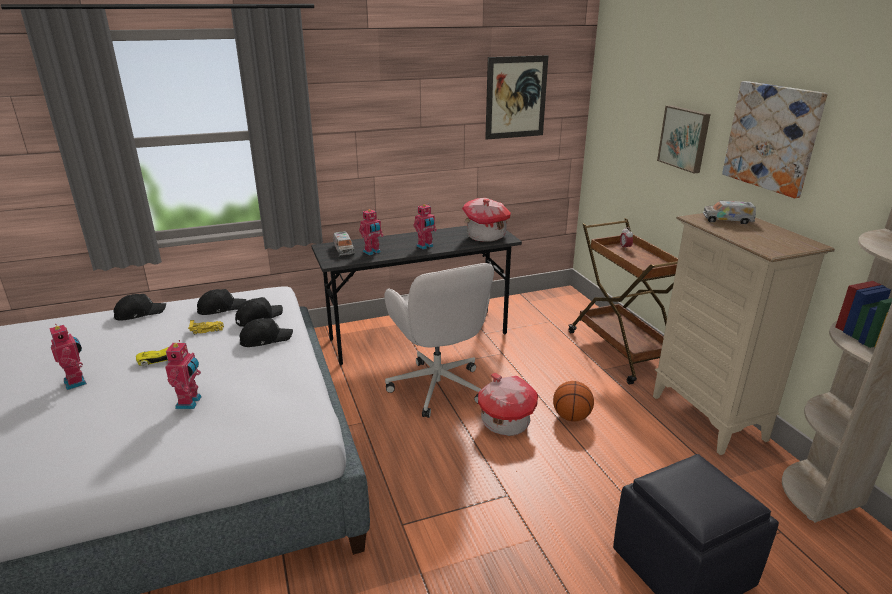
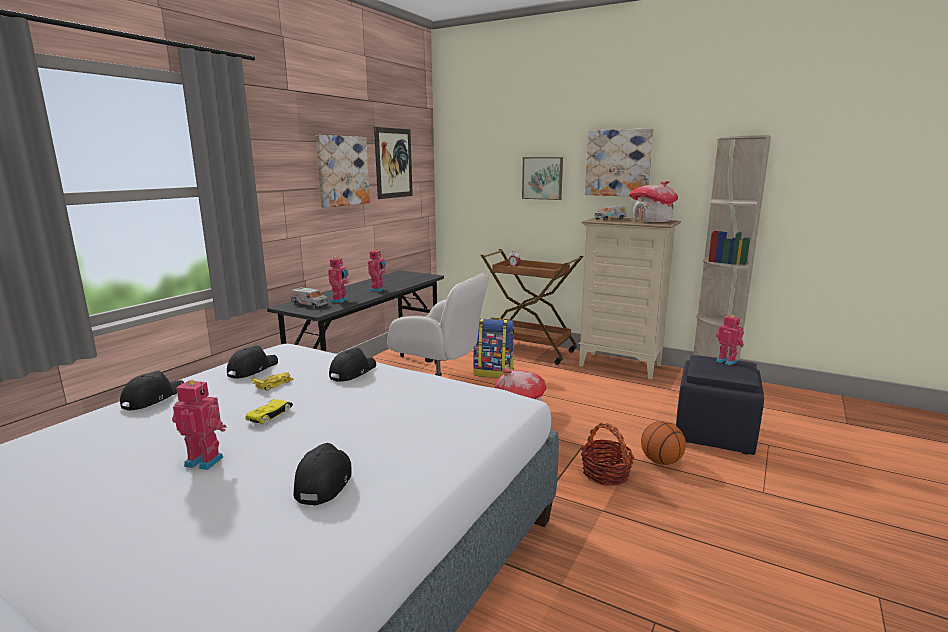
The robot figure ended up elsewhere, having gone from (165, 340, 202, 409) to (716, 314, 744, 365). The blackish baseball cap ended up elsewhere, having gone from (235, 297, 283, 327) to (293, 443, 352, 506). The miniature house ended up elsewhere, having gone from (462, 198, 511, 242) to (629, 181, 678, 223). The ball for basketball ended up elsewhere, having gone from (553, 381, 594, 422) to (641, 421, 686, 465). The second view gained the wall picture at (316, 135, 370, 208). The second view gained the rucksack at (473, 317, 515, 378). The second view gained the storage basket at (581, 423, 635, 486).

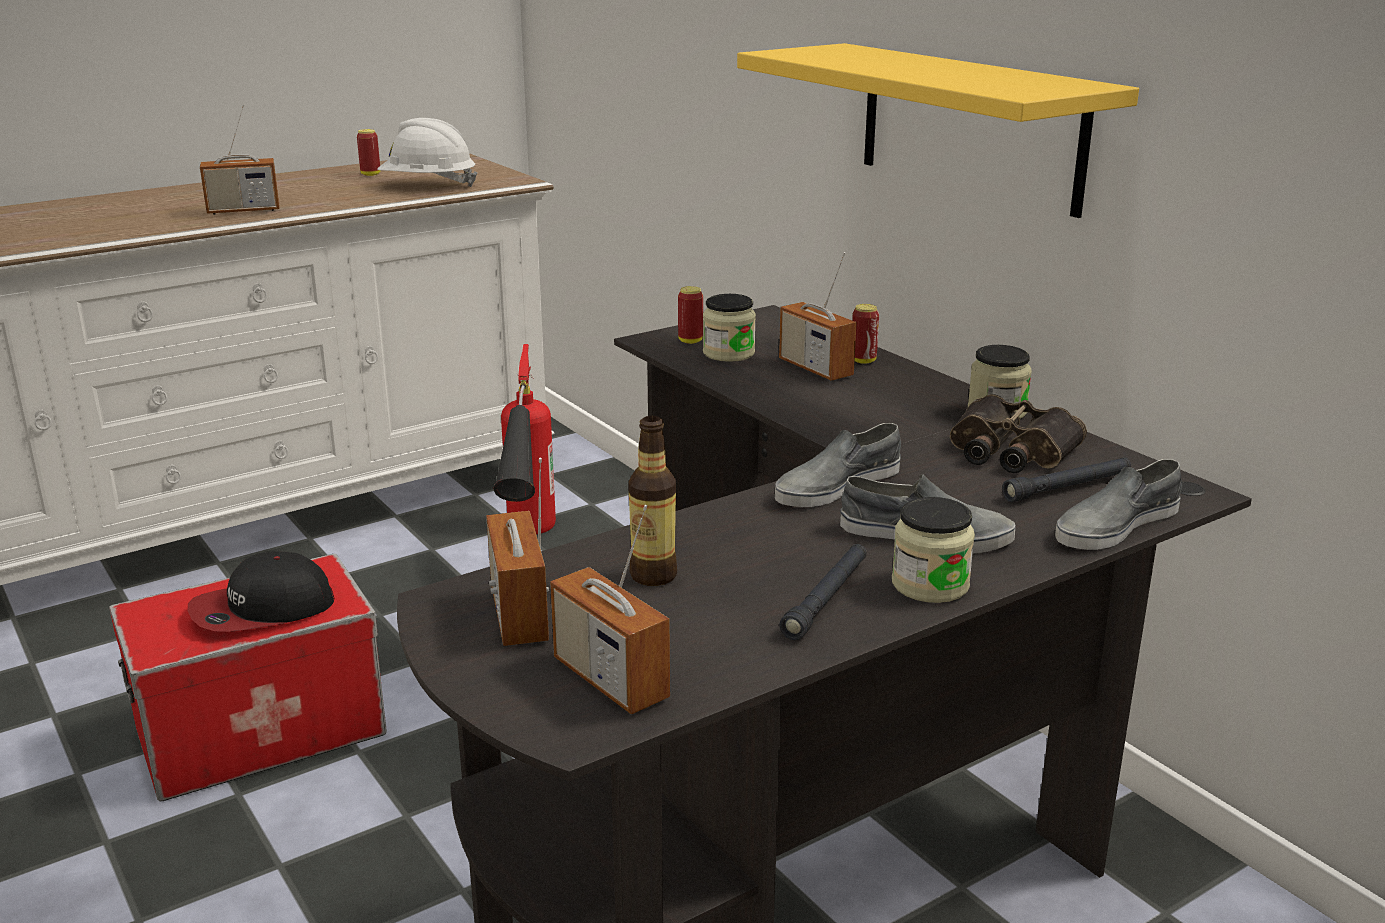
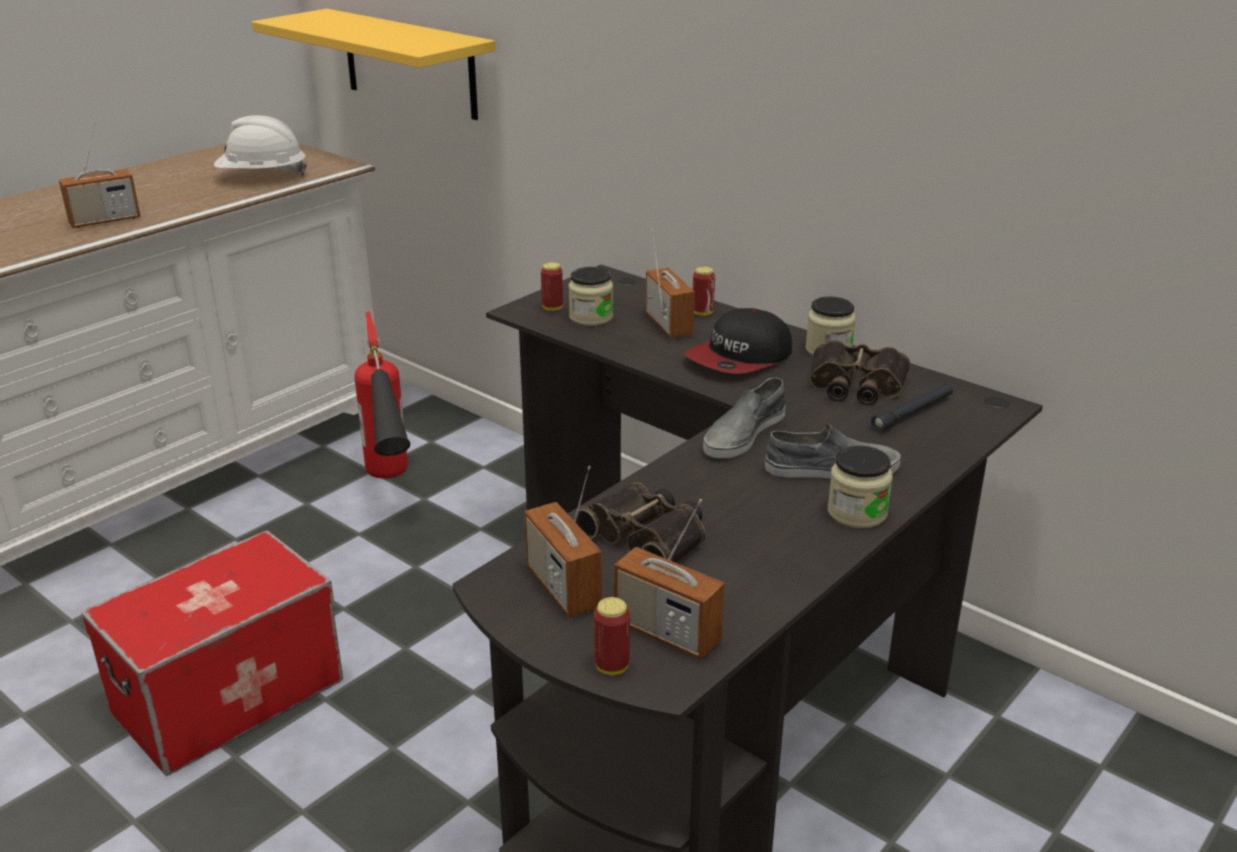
The baseball cap ended up elsewhere, having gone from (188, 551, 335, 632) to (684, 308, 792, 374). The can ended up elsewhere, having gone from (357, 129, 380, 176) to (594, 597, 630, 675). Where the drink bottle stood at (628, 416, 677, 586), the pair of binoculars came to stand at (574, 482, 706, 563). The yellow-coloured shelf ended up elsewhere, having gone from (737, 43, 1139, 218) to (252, 9, 495, 120). The radio receiver at (779, 252, 857, 381) ended up facing another way, 150 degrees counterclockwise from before. The second view lost the blackish torch at (779, 544, 867, 640). The second view lost the gray shoe at (1055, 459, 1182, 550).

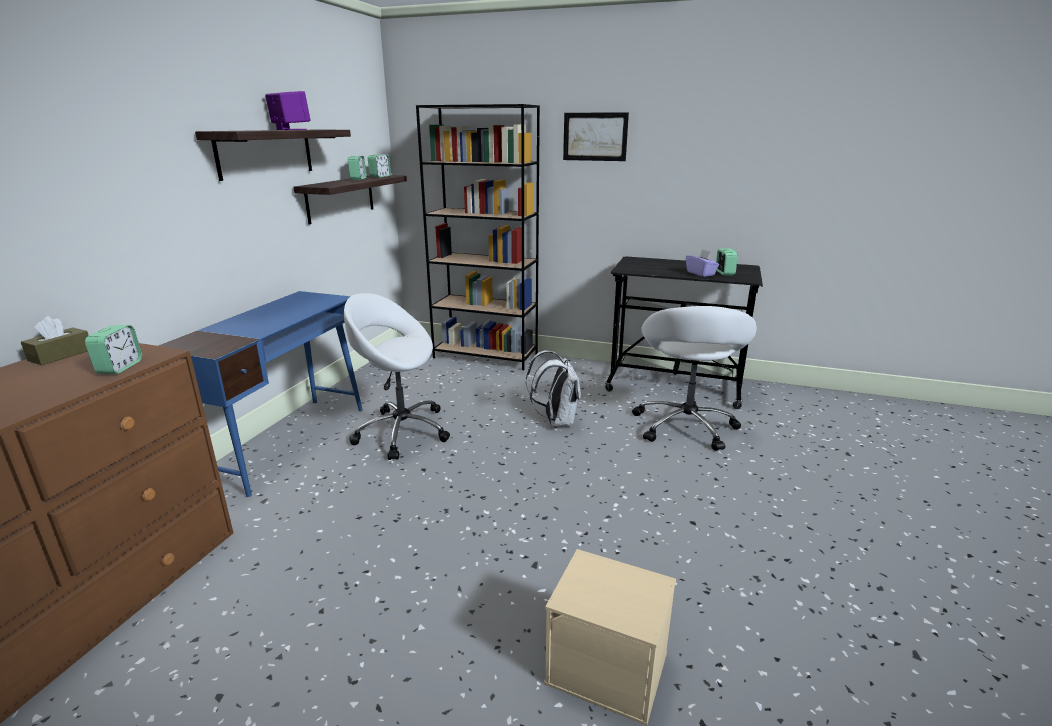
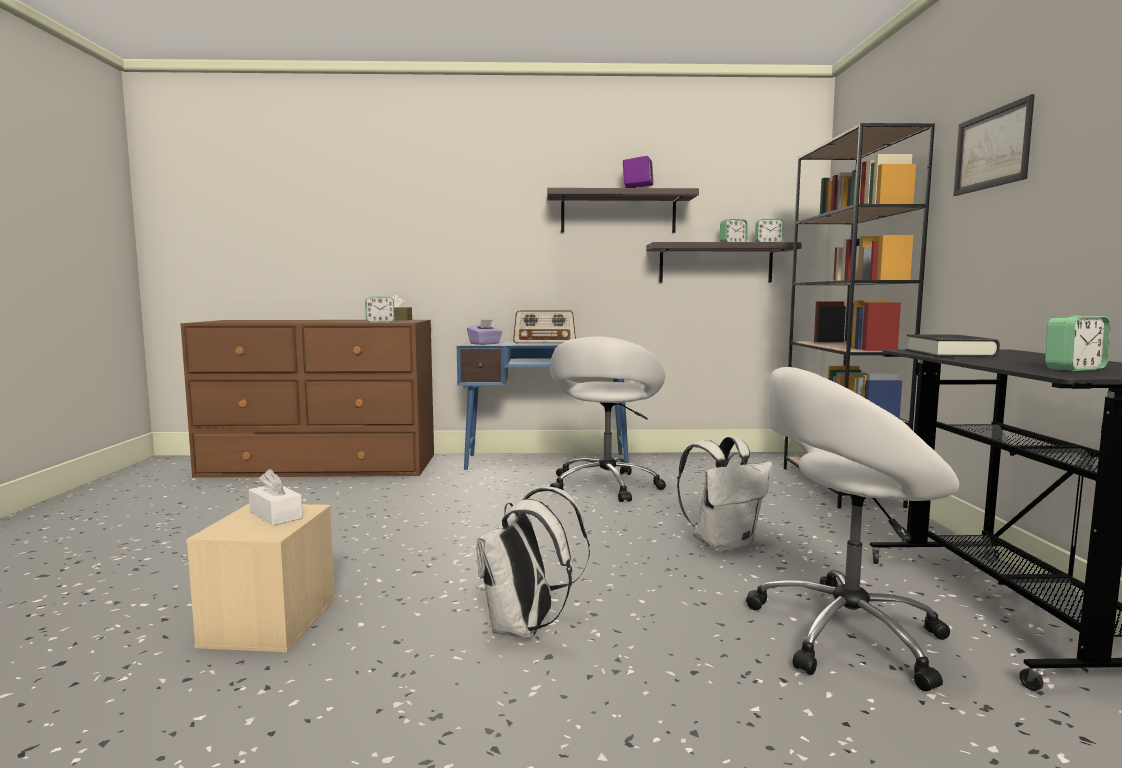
The whitish desk chair at (344, 293, 450, 460) ended up facing another way, 150 degrees counterclockwise from before. The purple tissue box ended up elsewhere, having gone from (686, 249, 719, 277) to (467, 320, 502, 345). The second view gained the whitish tissue box at (249, 469, 303, 526). The second view gained the whitish rucksack at (476, 487, 590, 638). The second view gained the radio receiver at (513, 310, 576, 343). The second view gained the blackish book at (906, 334, 1000, 357).

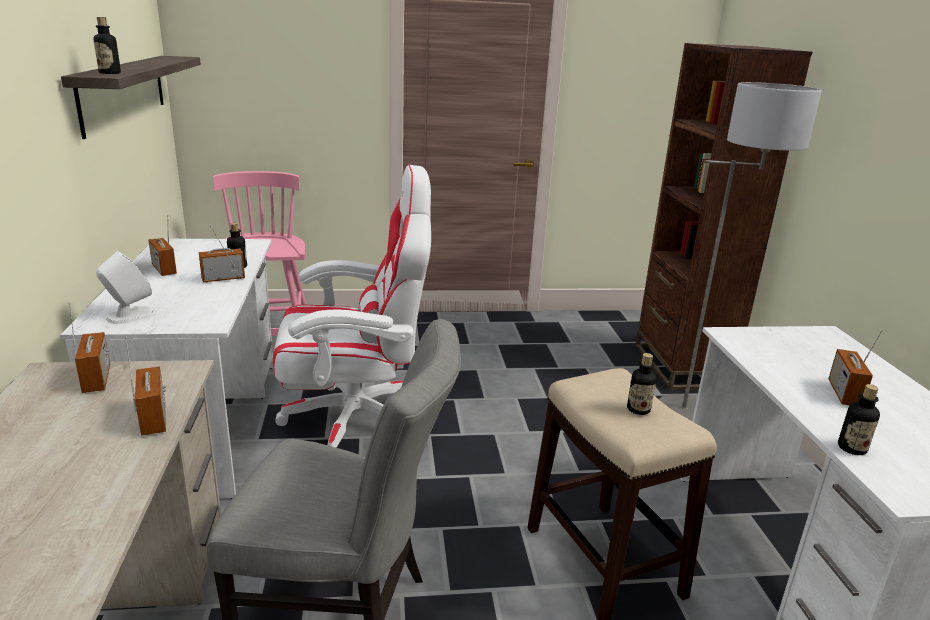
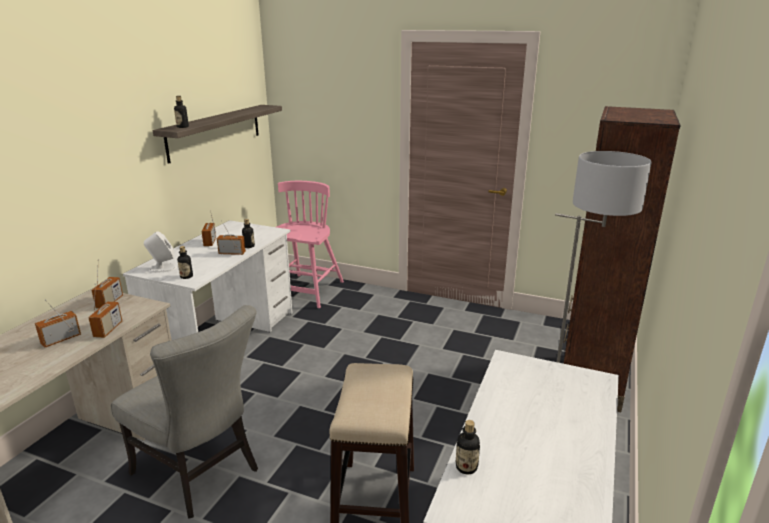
The second view lost the whitish desk chair at (273, 164, 431, 448). The drink bottle ended up elsewhere, having gone from (627, 353, 656, 415) to (177, 246, 193, 279). The radio receiver ended up elsewhere, having gone from (828, 330, 883, 405) to (35, 300, 81, 347).

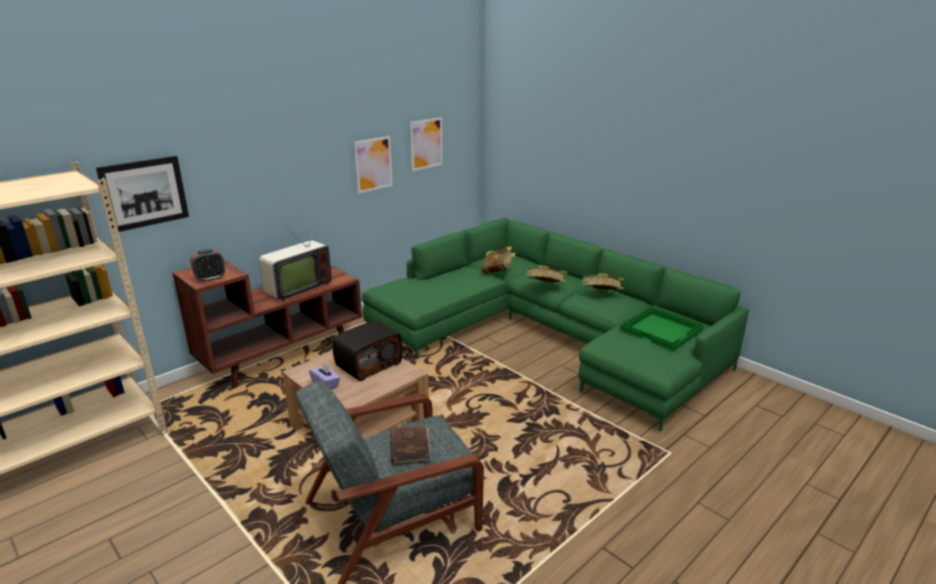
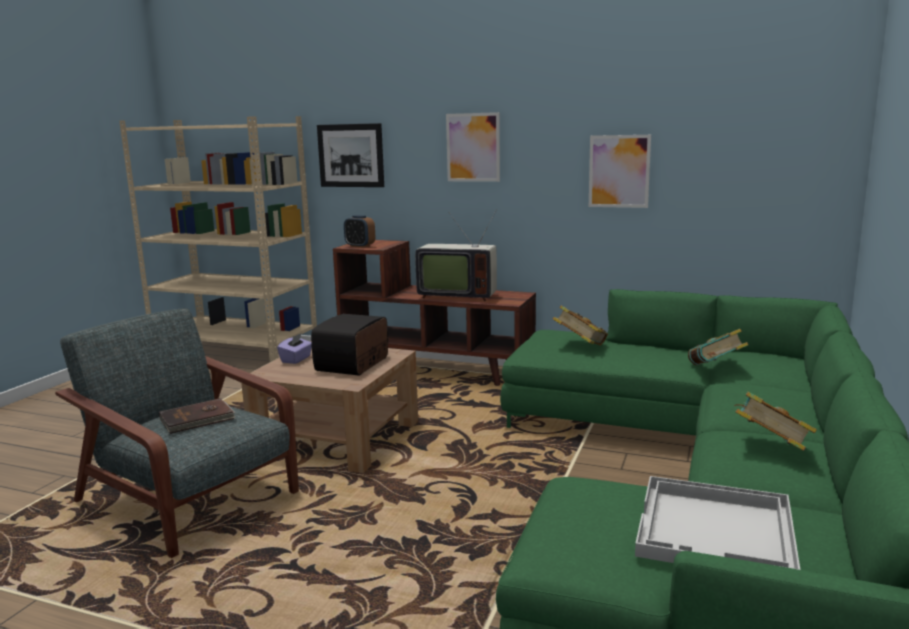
The radio receiver at (332, 321, 402, 381) ended up facing another way, 90 degrees clockwise from before. The wall picture ended up elsewhere, having gone from (410, 117, 443, 171) to (446, 112, 500, 182). The book ended up elsewhere, having gone from (526, 266, 567, 283) to (553, 306, 608, 346). What was the green-coloured tray at (620, 307, 704, 351) turned into the whitish tray at (635, 476, 800, 570).

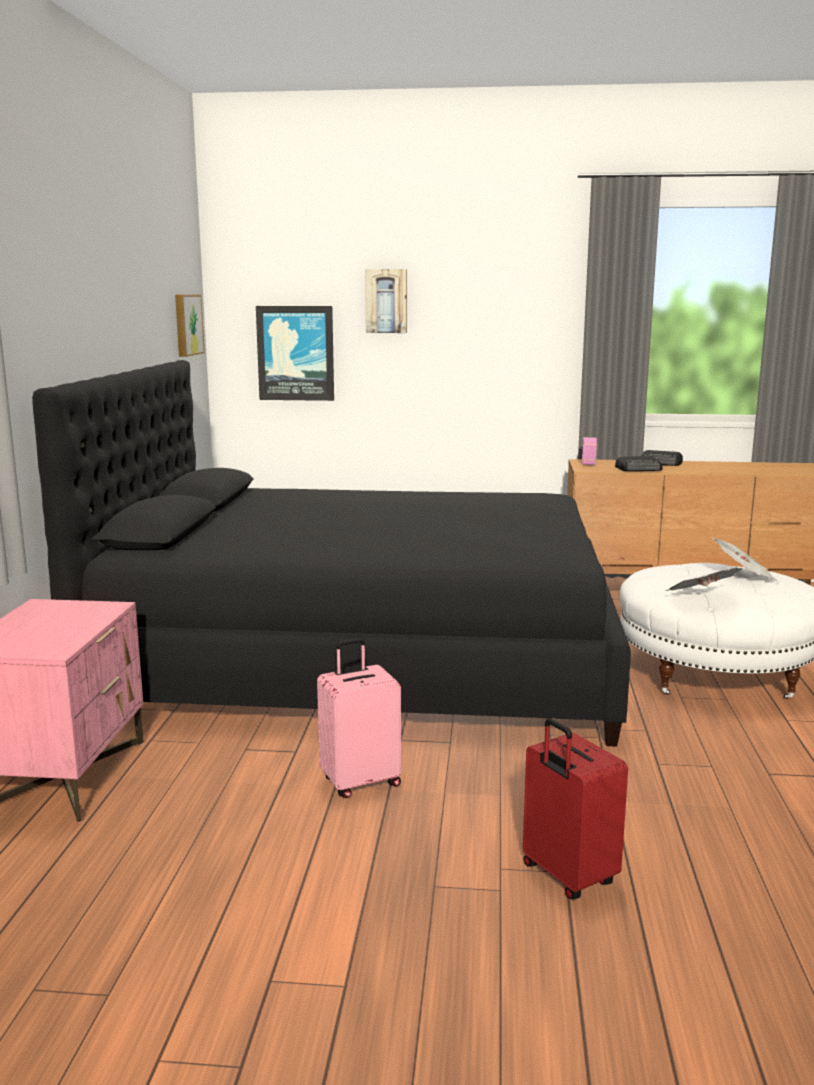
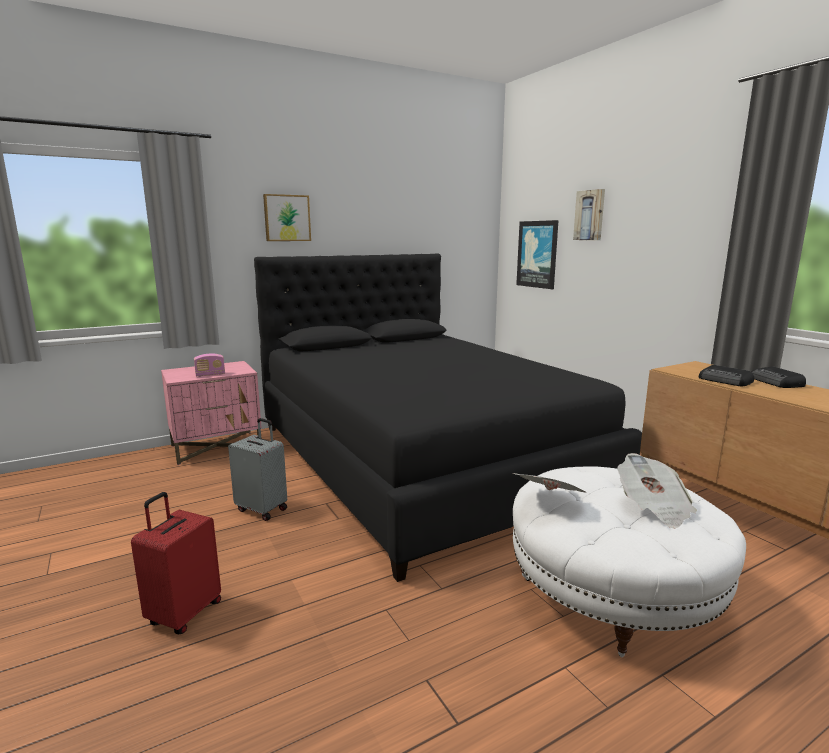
The wall picture ended up elsewhere, having gone from (175, 295, 205, 357) to (263, 194, 311, 241). What was the pinkish suitcase at (317, 638, 401, 798) turned into the gray suitcase at (228, 418, 287, 521). The radio receiver ended up elsewhere, having gone from (582, 437, 597, 465) to (194, 353, 225, 377).

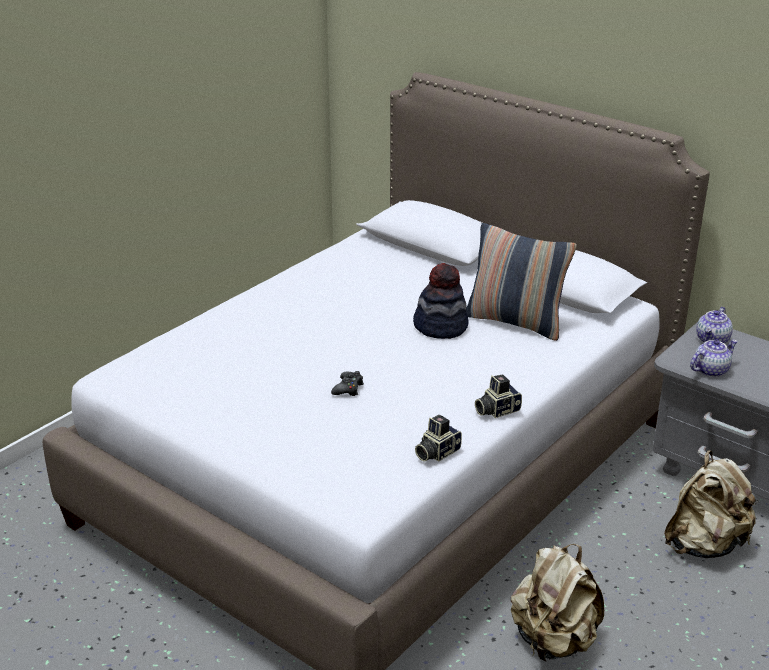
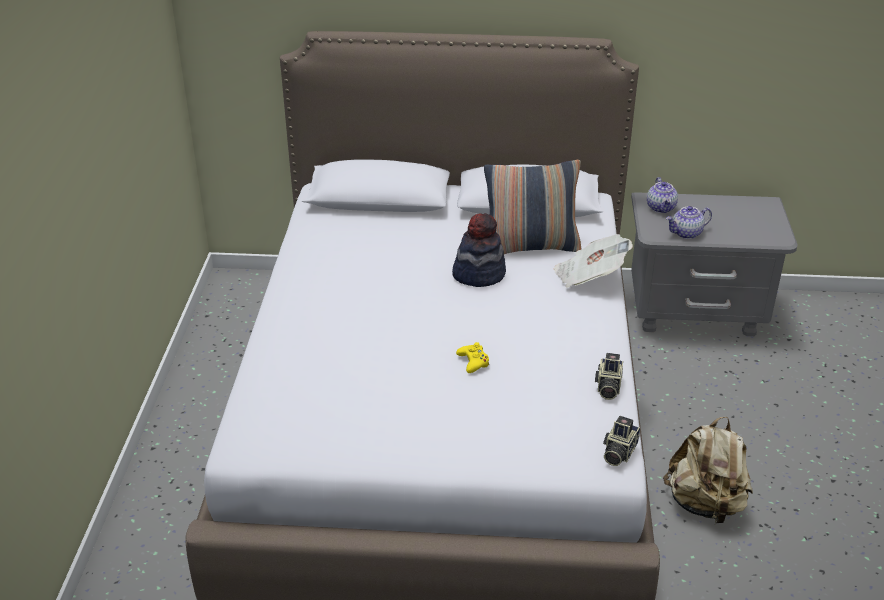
What was the blackish joypad at (331, 371, 364, 396) turned into the yellow-coloured joypad at (456, 342, 489, 373). The still camera ended up elsewhere, having gone from (475, 375, 522, 418) to (603, 416, 640, 466). The second view lost the sand-coloured rucksack at (664, 450, 758, 558). The tea pot at (690, 340, 738, 377) ended up facing another way, 135 degrees counterclockwise from before. The second view gained the printed paper at (554, 234, 633, 287).

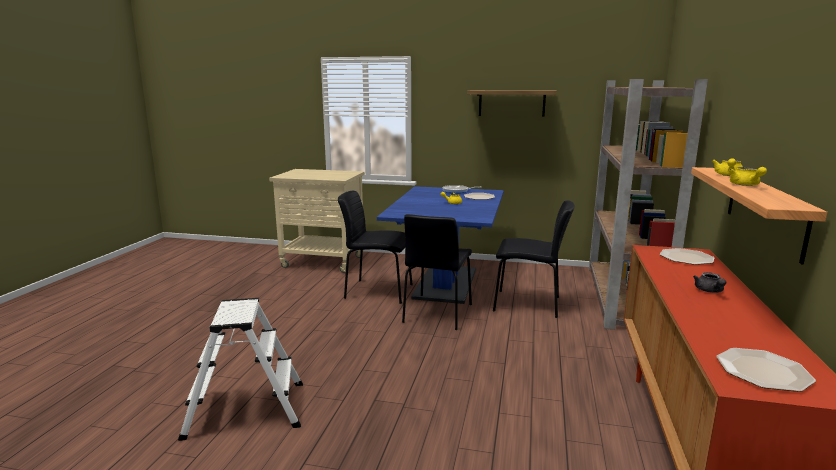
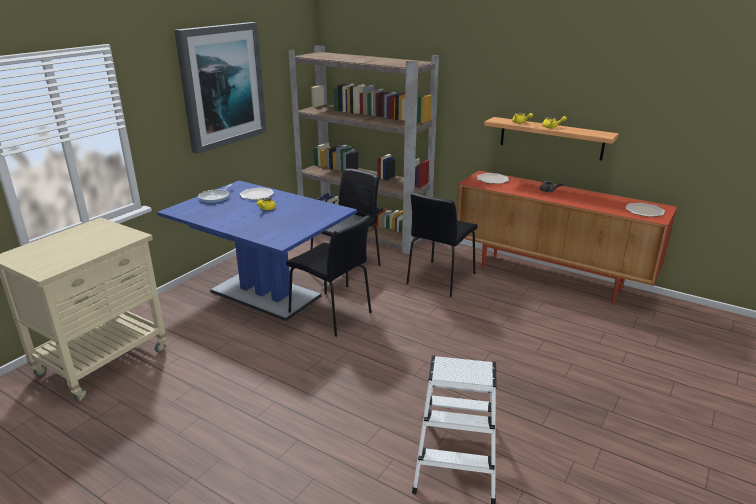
The blackish upright chair ended up elsewhere, having gone from (338, 191, 413, 304) to (406, 193, 478, 297). Where the shelf hung at (467, 90, 557, 117), the wall picture came to hang at (174, 22, 267, 154).

